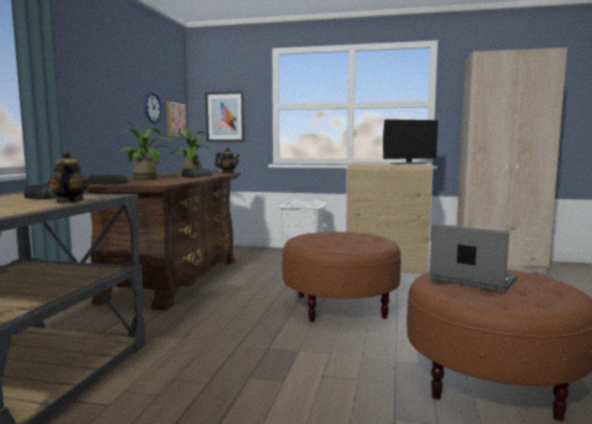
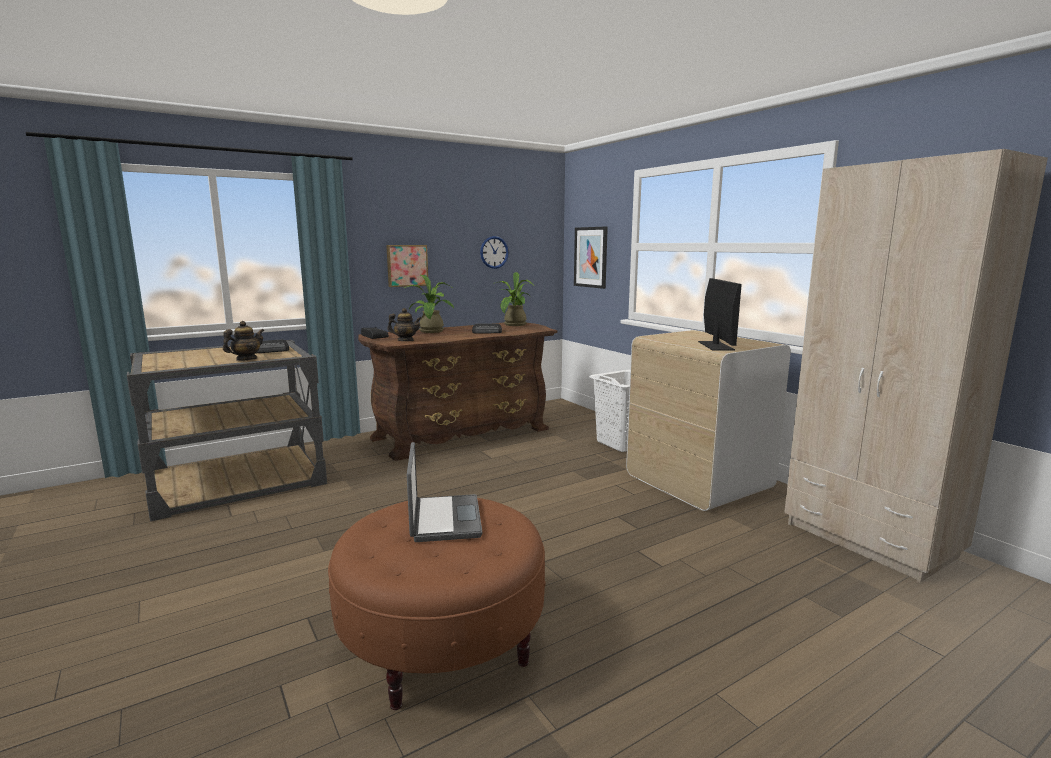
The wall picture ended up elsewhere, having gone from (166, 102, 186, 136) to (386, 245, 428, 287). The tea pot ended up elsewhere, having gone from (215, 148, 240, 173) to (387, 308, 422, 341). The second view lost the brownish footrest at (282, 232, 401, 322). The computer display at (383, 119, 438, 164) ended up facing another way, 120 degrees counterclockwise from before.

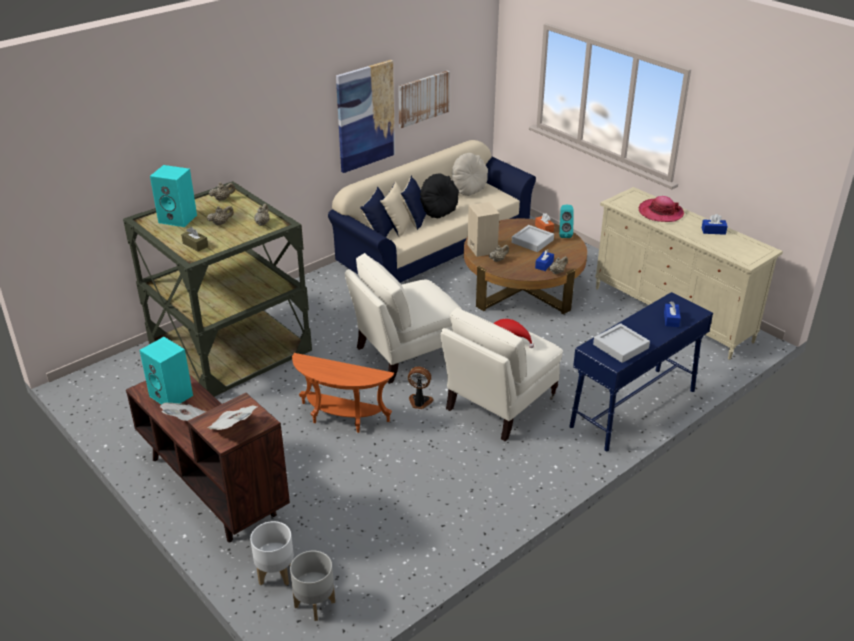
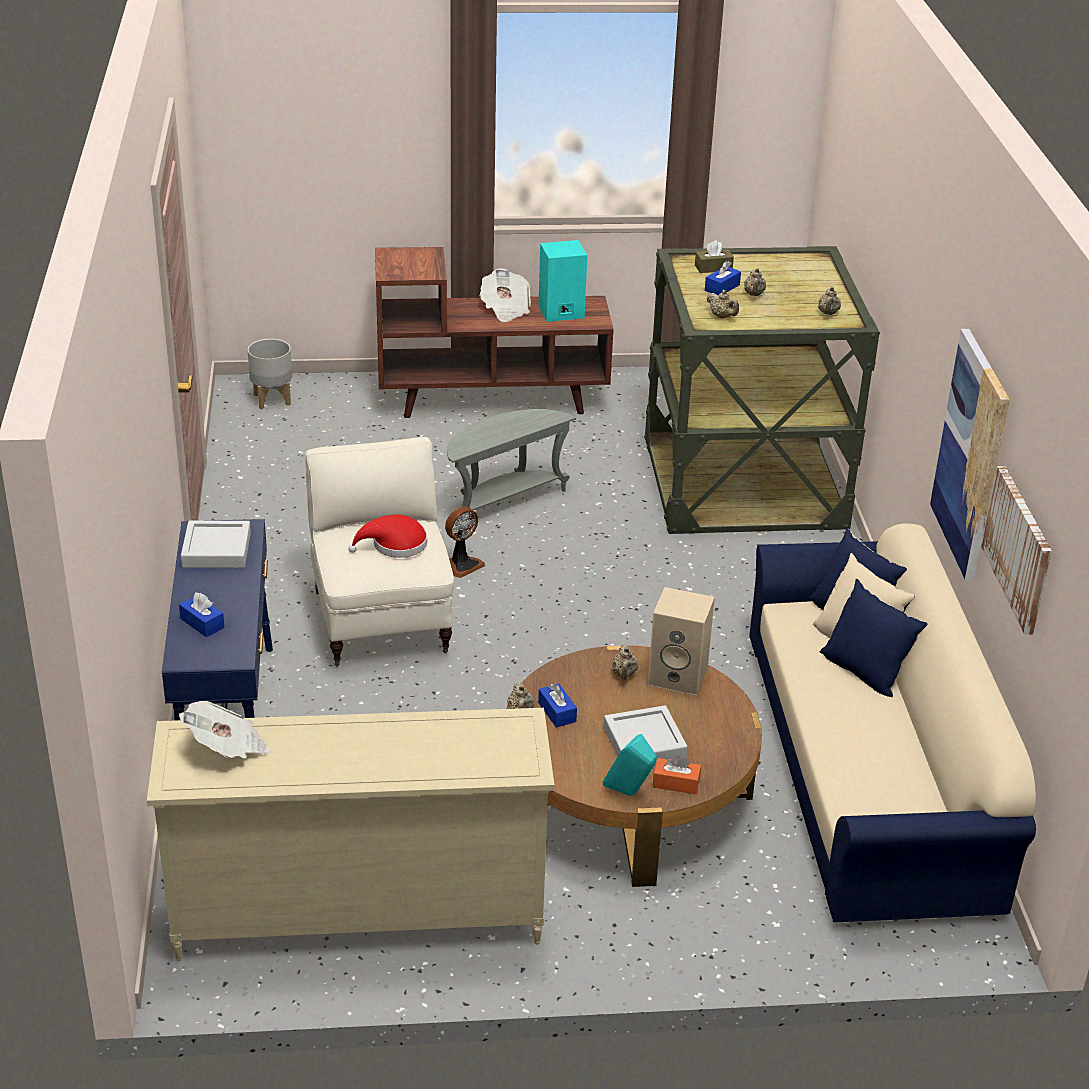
The second view lost the turquoise-coloured audio speaker at (150, 165, 197, 227). The printed paper ended up elsewhere, having gone from (208, 405, 258, 430) to (179, 701, 271, 758). The second view lost the whitish planter at (250, 521, 294, 586). What was the orange-coloured side table at (292, 353, 394, 433) turned into the gray side table at (447, 409, 576, 526). The second view lost the sand-coloured lounge chair at (345, 253, 461, 384). The second view lost the blackish pillow at (420, 173, 459, 218). The second view lost the sand-coloured pillow at (452, 153, 488, 196). The second view lost the hat at (639, 196, 684, 222). The blue tissue box ended up elsewhere, having gone from (702, 214, 728, 235) to (705, 261, 741, 296).

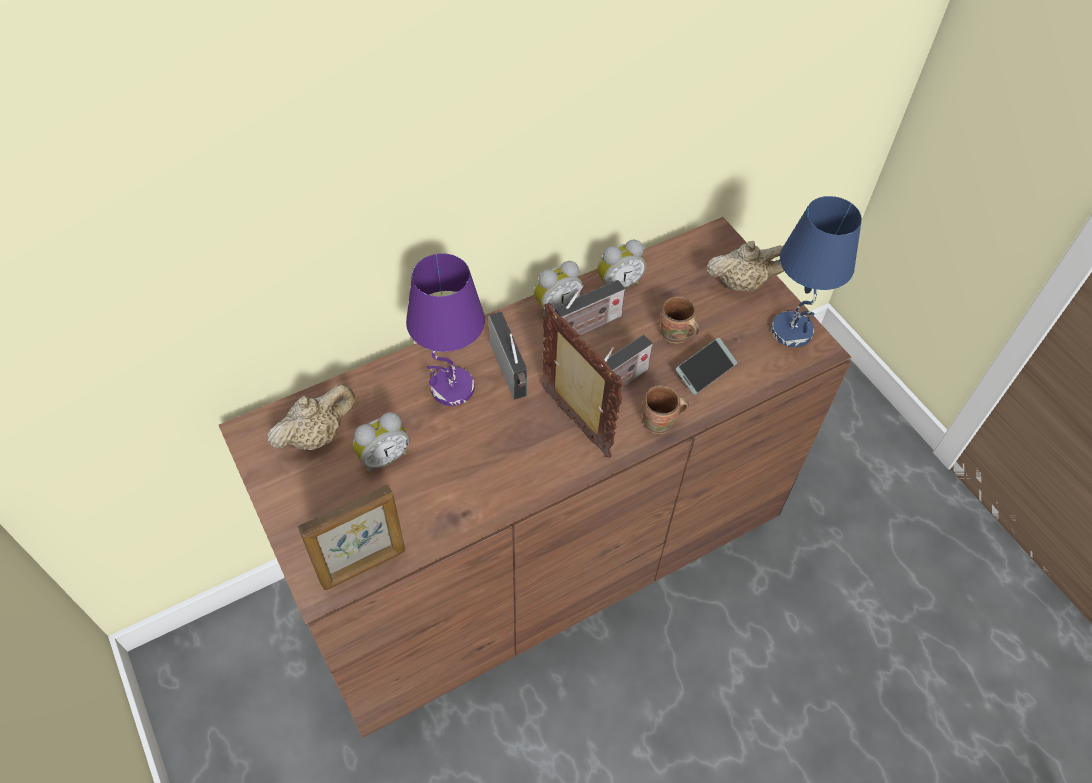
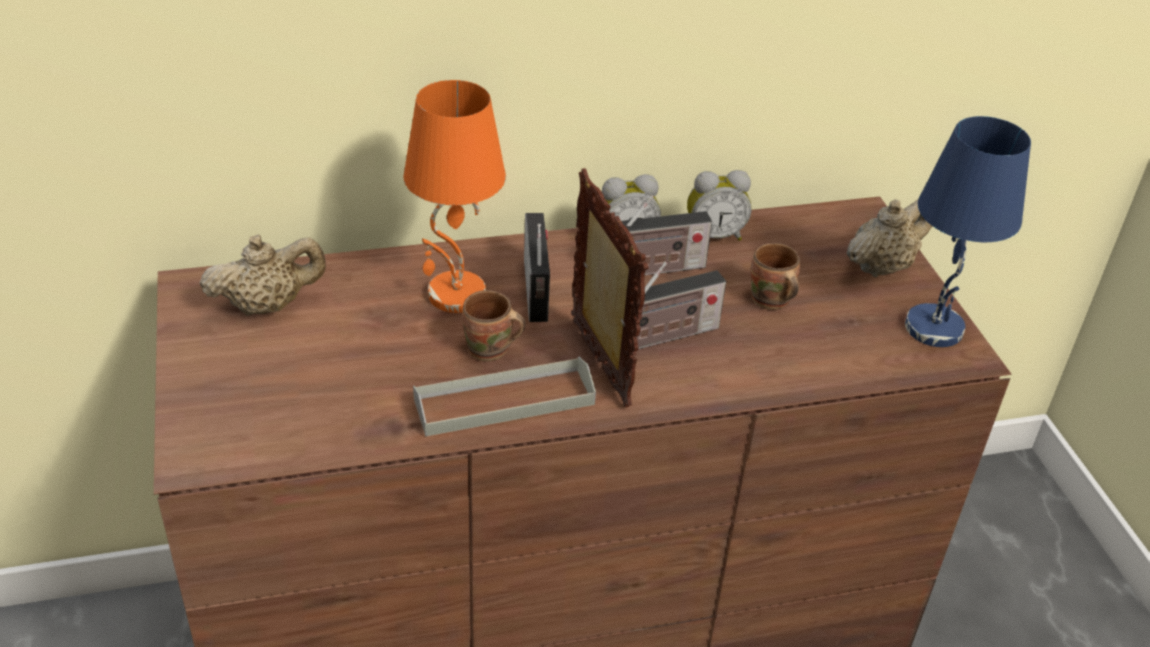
The second view lost the photo frame at (298, 484, 405, 590). The second view lost the alarm clock at (353, 412, 409, 474). What was the purple tabletop lamp at (406, 253, 485, 406) turned into the orange-coloured tabletop lamp at (403, 80, 506, 313). The brownish coffee mug ended up elsewhere, having gone from (642, 385, 689, 434) to (462, 290, 526, 361). The second view lost the phone at (675, 338, 737, 395). The sand-coloured tea pot at (707, 241, 784, 292) ended up facing another way, 45 degrees counterclockwise from before. The second view gained the gray tray at (413, 357, 596, 437).

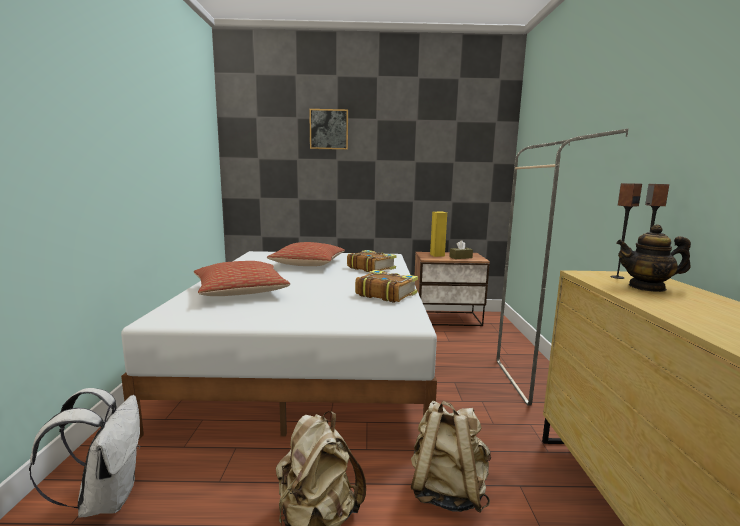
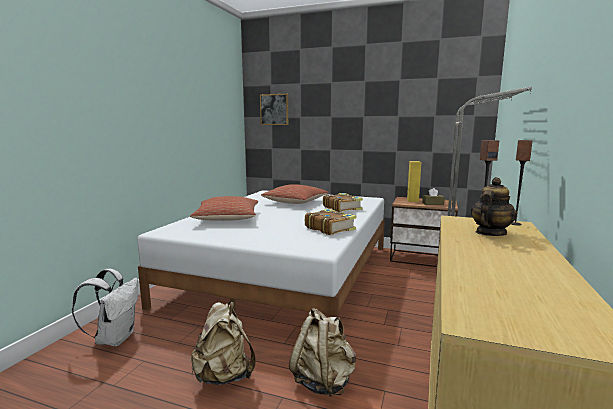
The wall picture ended up elsewhere, having gone from (309, 109, 348, 150) to (260, 94, 288, 125). The tea pot at (616, 224, 691, 292) ended up facing another way, 105 degrees clockwise from before.

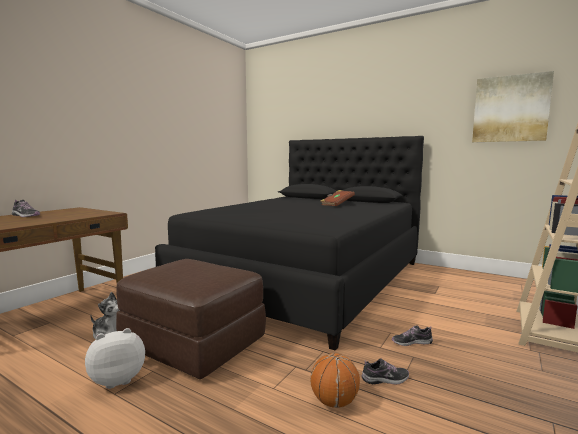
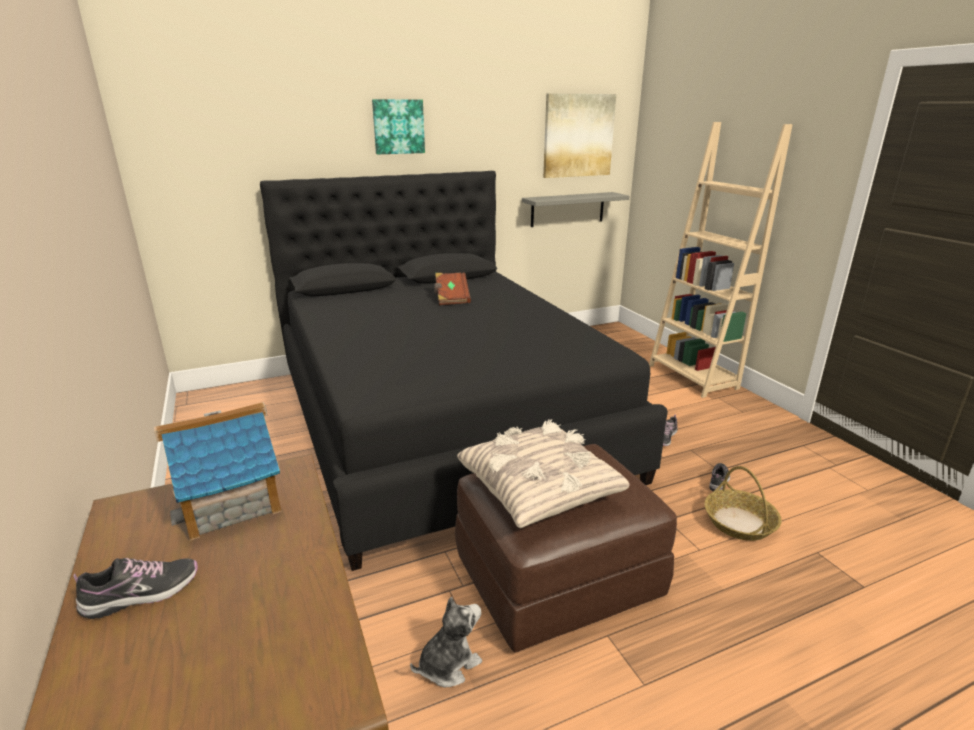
The second view lost the plush toy at (85, 328, 145, 389). Where the ball for basketball stood at (310, 353, 360, 408), the storage basket came to stand at (704, 466, 782, 541). The second view gained the miniature house at (154, 402, 282, 540). The second view gained the wall picture at (372, 99, 425, 154). The second view gained the sand-coloured pillow at (457, 419, 629, 528). The second view gained the gray shelf at (522, 192, 630, 227).

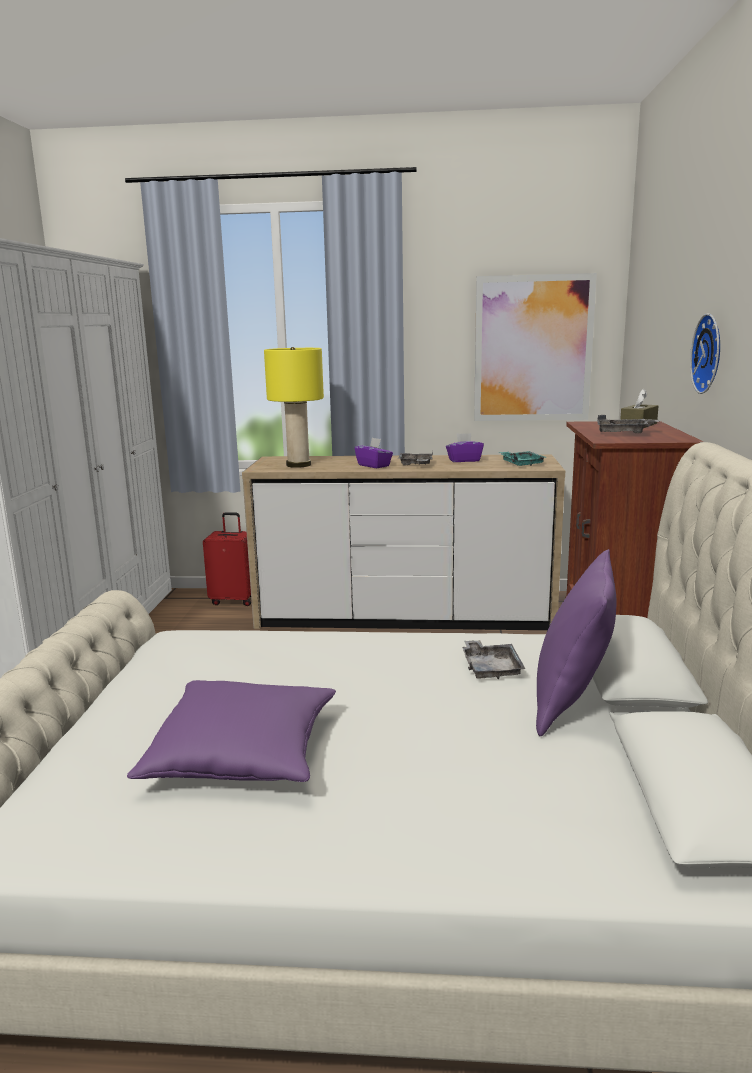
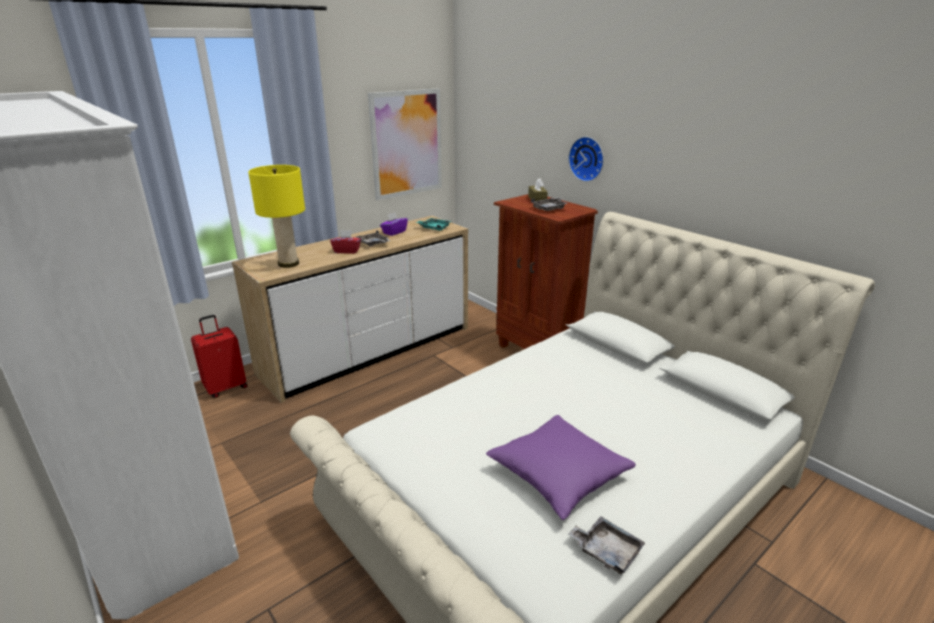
What was the purple tissue box at (355, 438, 393, 468) turned into the red tissue box at (330, 230, 361, 254). The gray tray ended up elsewhere, having gone from (462, 640, 525, 679) to (568, 516, 645, 574). The second view lost the purple pillow at (536, 549, 616, 736).

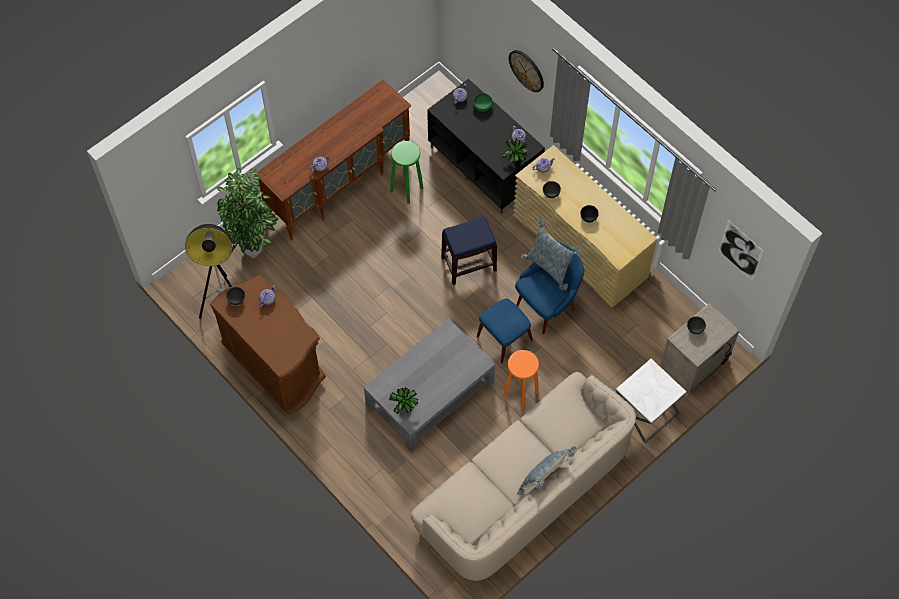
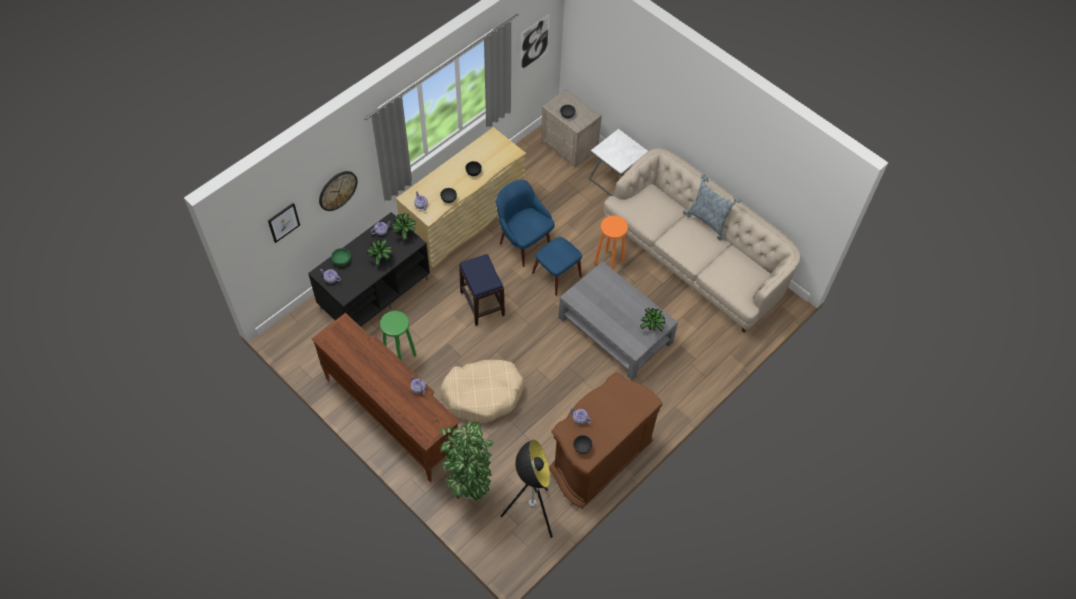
The second view lost the pillow at (522, 219, 582, 290). The second view gained the wall picture at (268, 203, 300, 243). The second view gained the plant in a pot at (366, 239, 392, 265). The second view gained the sand-coloured pet bed at (441, 360, 524, 423).

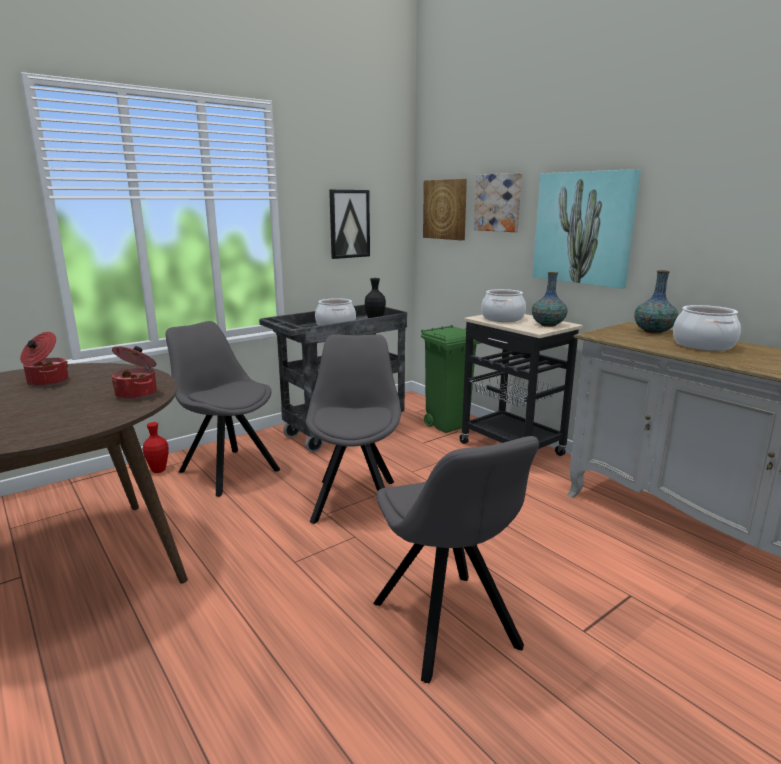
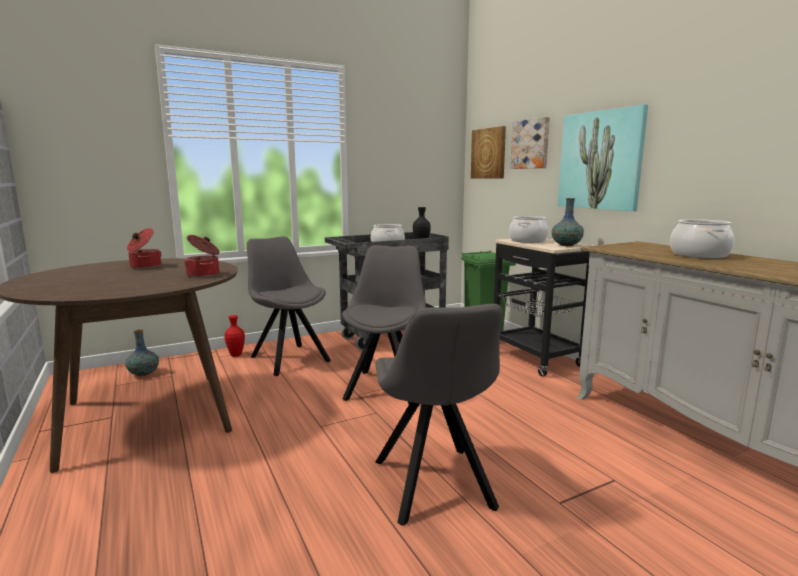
The second view lost the wall picture at (329, 190, 370, 259). The flower vase ended up elsewhere, having gone from (634, 270, 678, 334) to (125, 330, 159, 376).

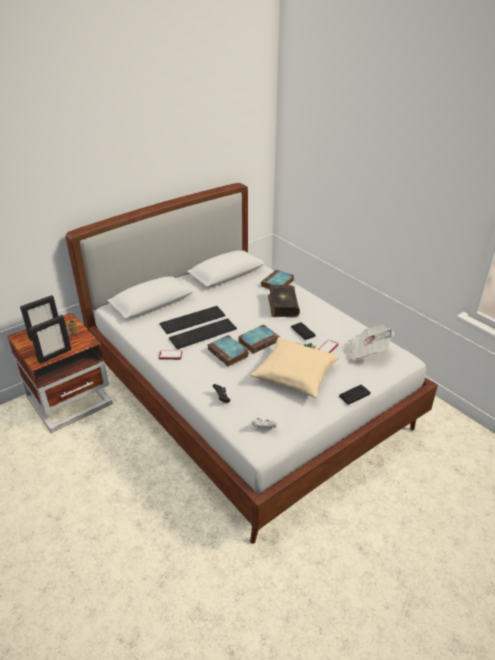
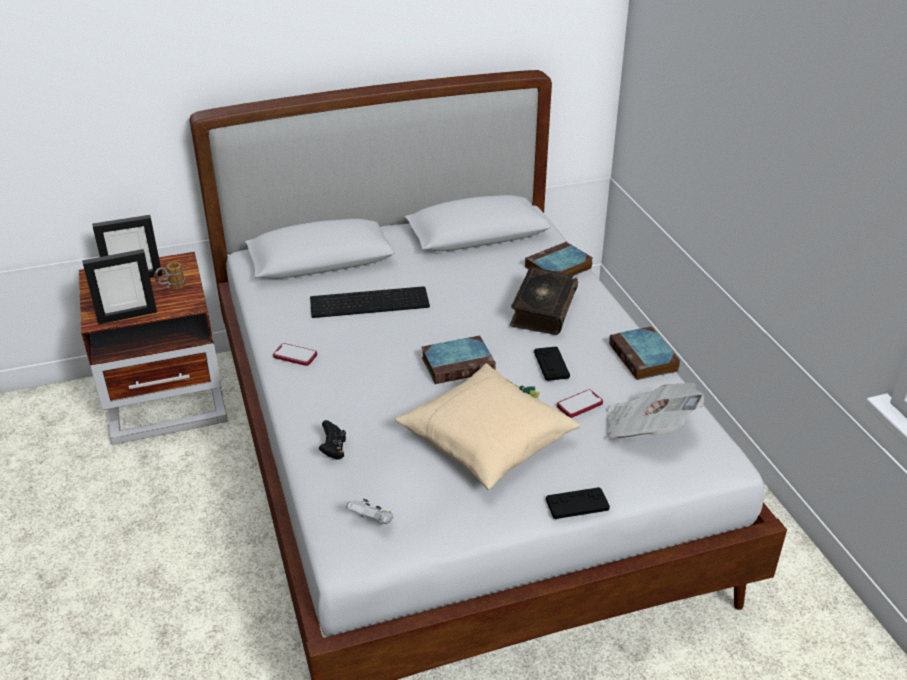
The second view lost the keyboard at (169, 318, 237, 349). The book ended up elsewhere, having gone from (208, 335, 248, 367) to (609, 326, 681, 380).

